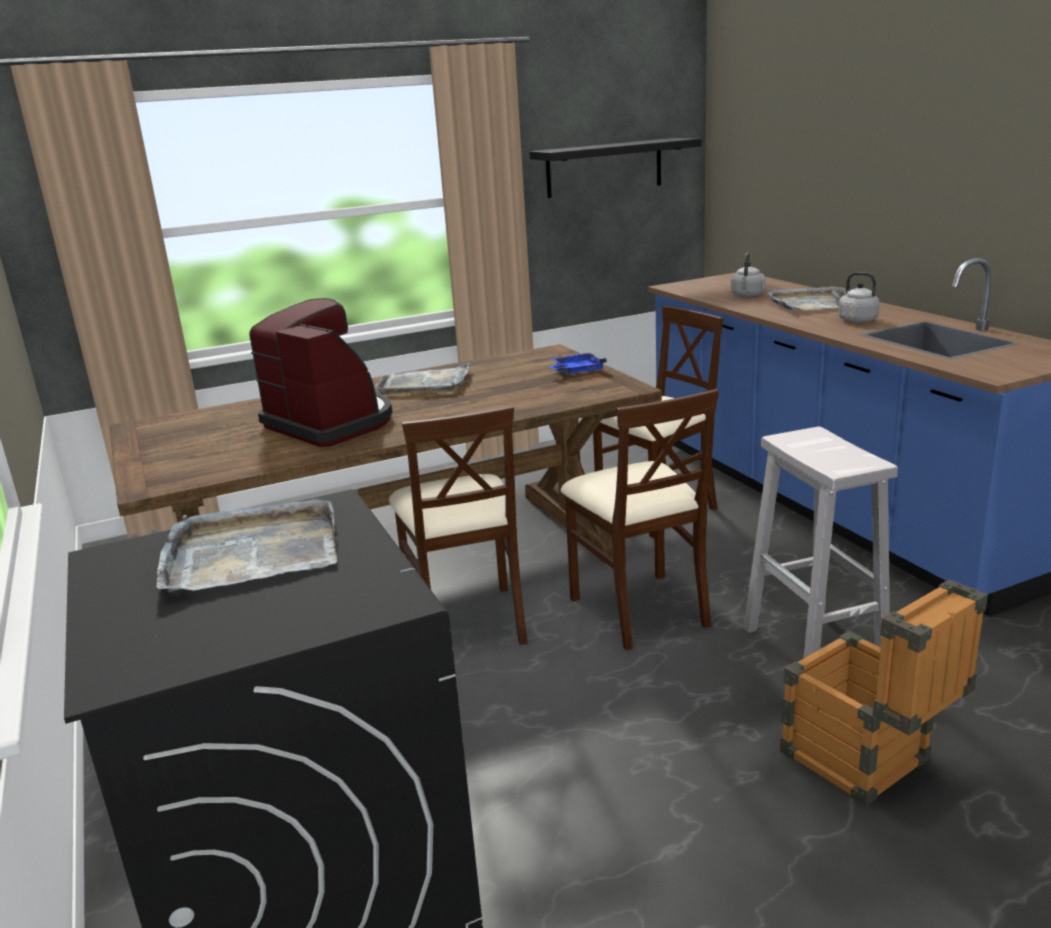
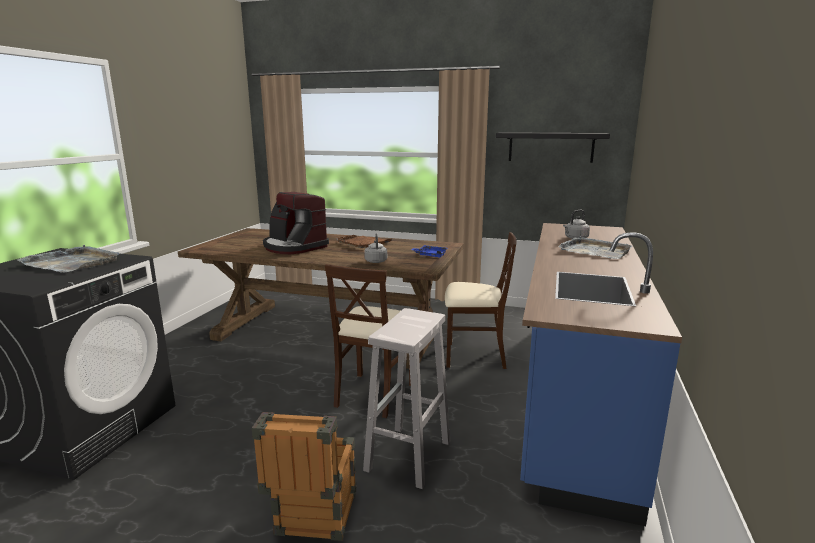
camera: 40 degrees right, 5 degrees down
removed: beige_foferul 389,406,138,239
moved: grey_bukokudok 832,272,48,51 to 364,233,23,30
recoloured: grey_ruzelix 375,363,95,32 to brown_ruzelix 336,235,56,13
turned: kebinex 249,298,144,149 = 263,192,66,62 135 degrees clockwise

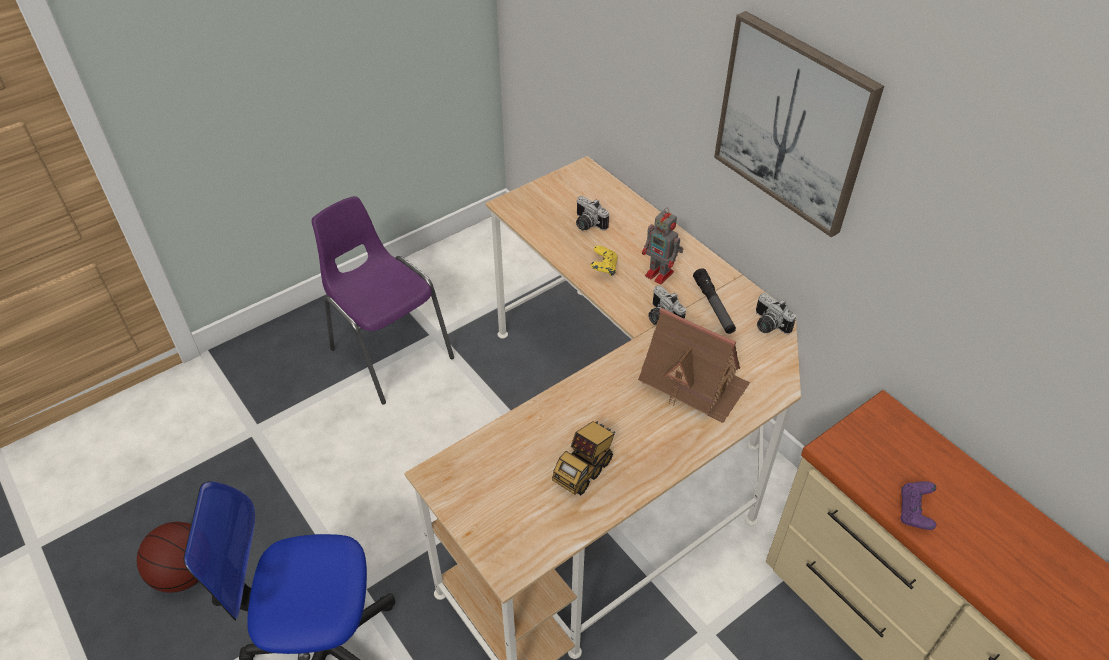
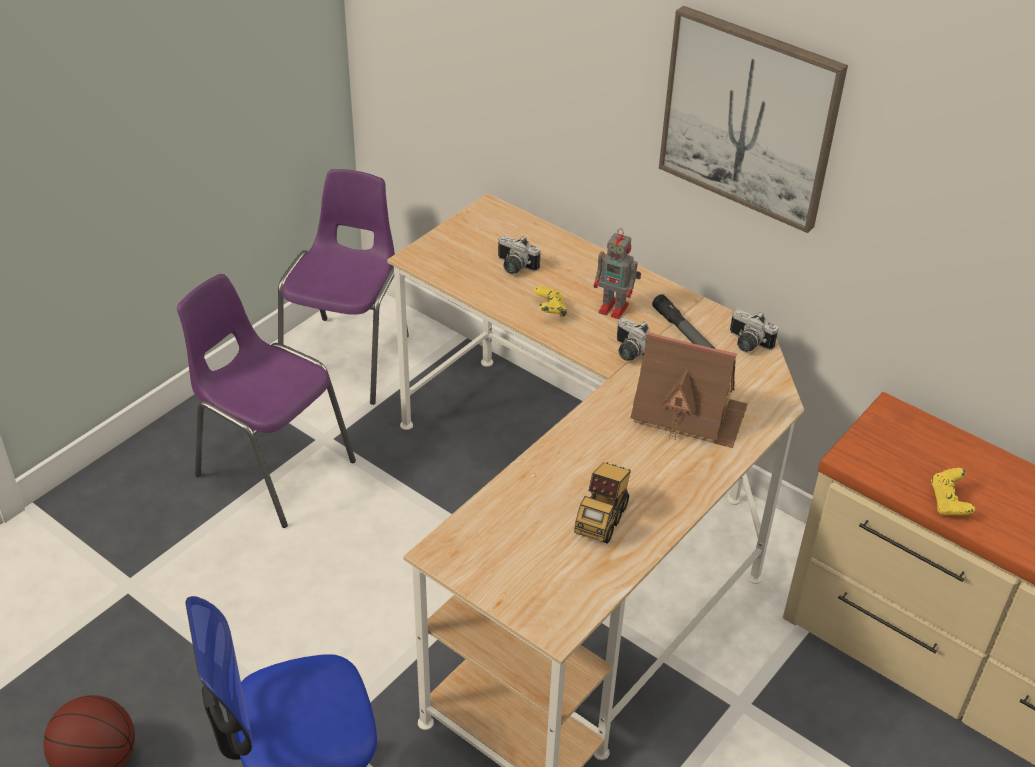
camera: 15 degrees left, 5 degrees down
added: purple_foferul 278,169,131,236
recoloured: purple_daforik 900,481,36,49 to yellow_daforik 931,468,44,47

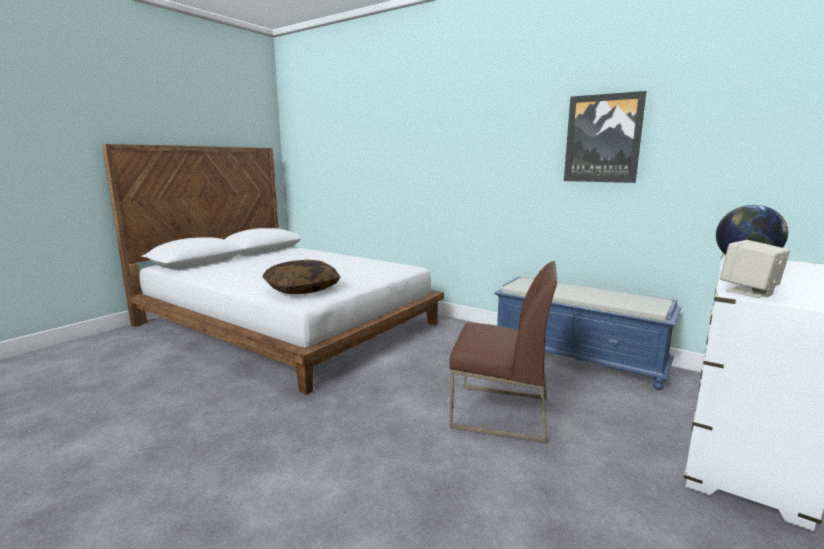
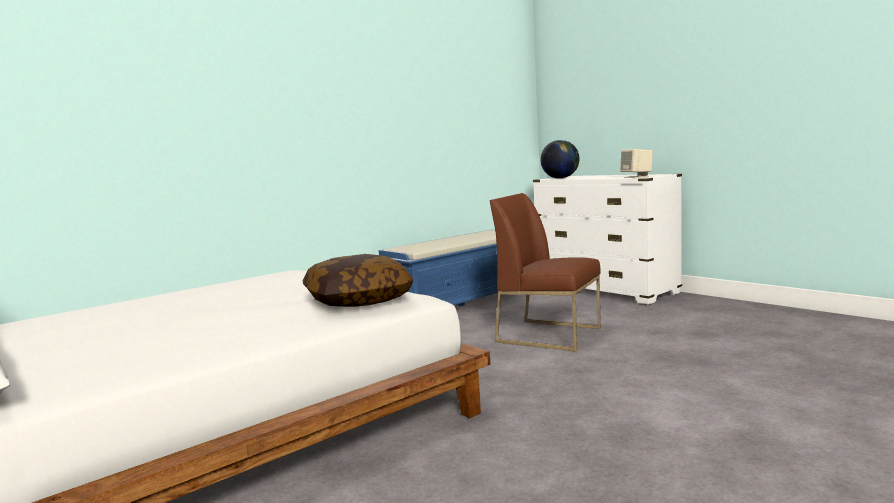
camera: 75 degrees left, 5 degrees down
removed: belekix 564,91,82,92
turned: brown_foferul 449,261,108,182 = 490,193,111,158 90 degrees counterclockwise

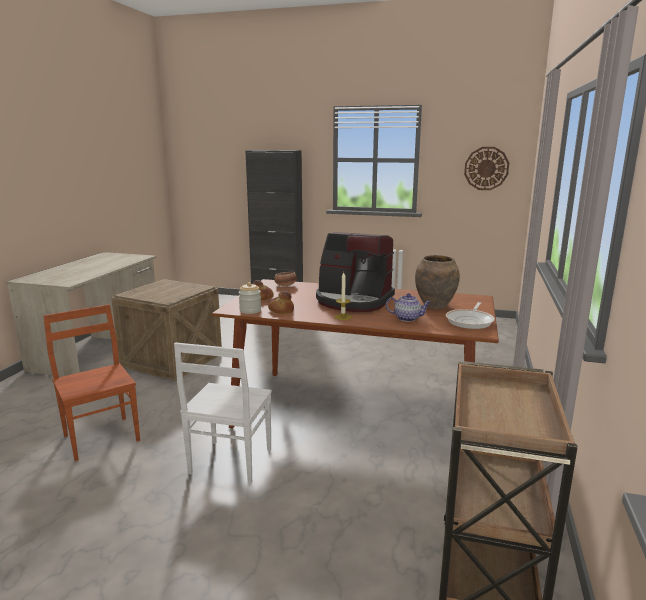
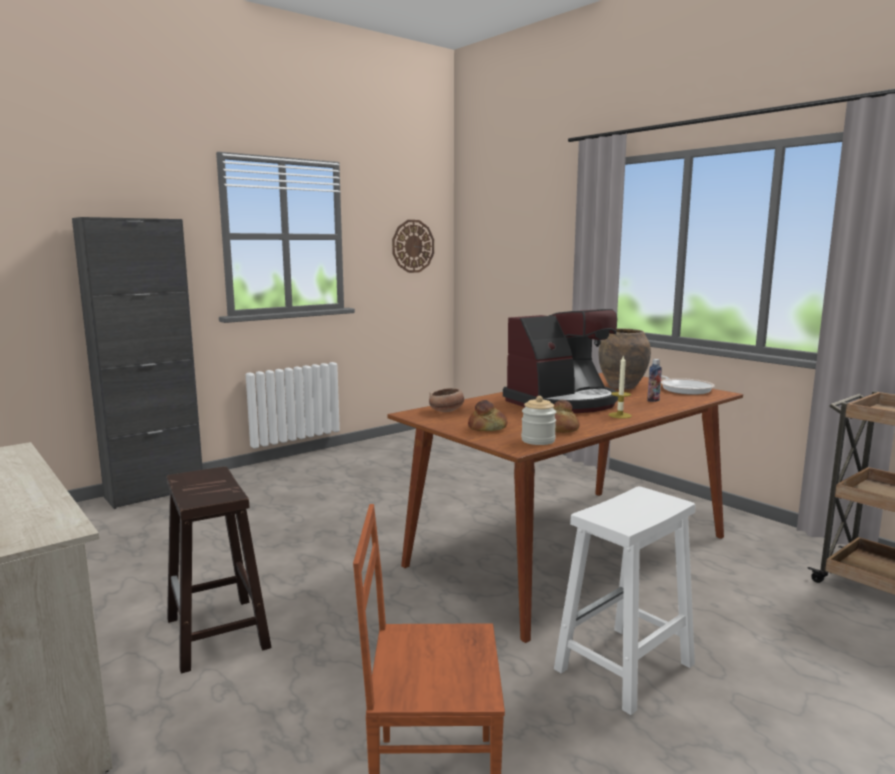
camera: 55 degrees left, 5 degrees down
replaced: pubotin 111,279,111,102 to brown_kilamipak 167,466,104,208; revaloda 386,293,45,29 to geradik 647,359,15,43; white_foferul 174,342,98,142 to white_kilamipak 554,486,141,229

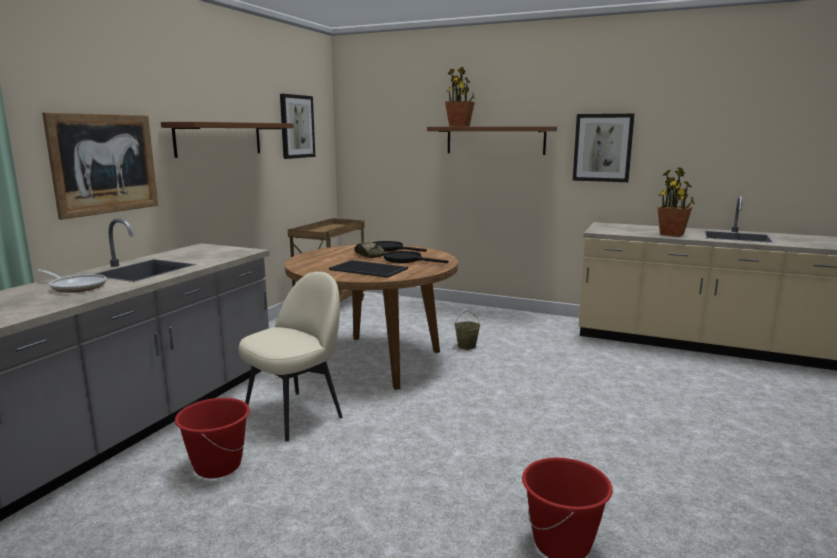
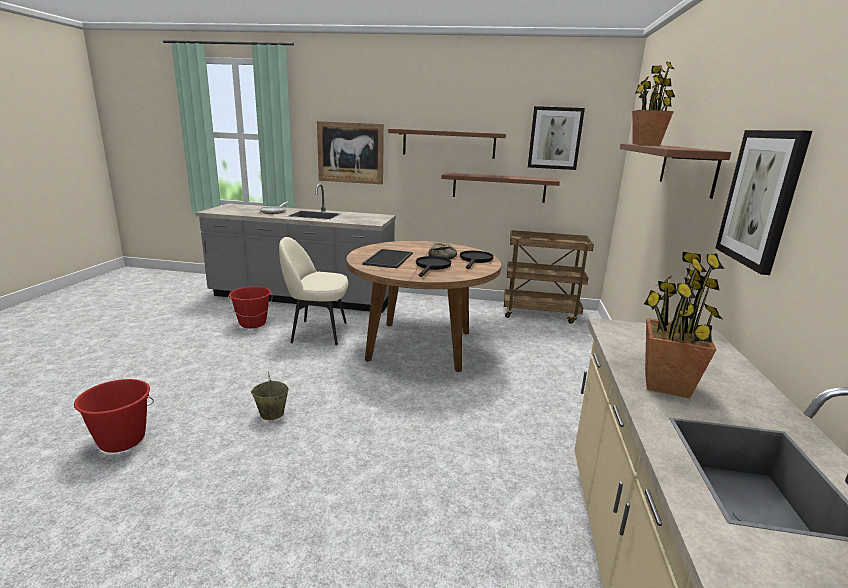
camera: 75 degrees right, 5 degrees up
added: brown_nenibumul 441,172,119,31
moved: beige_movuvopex 455,311,25,39 to 251,372,38,48
turned: beige_foferul 238,271,105,170 = 279,237,70,108 150 degrees clockwise

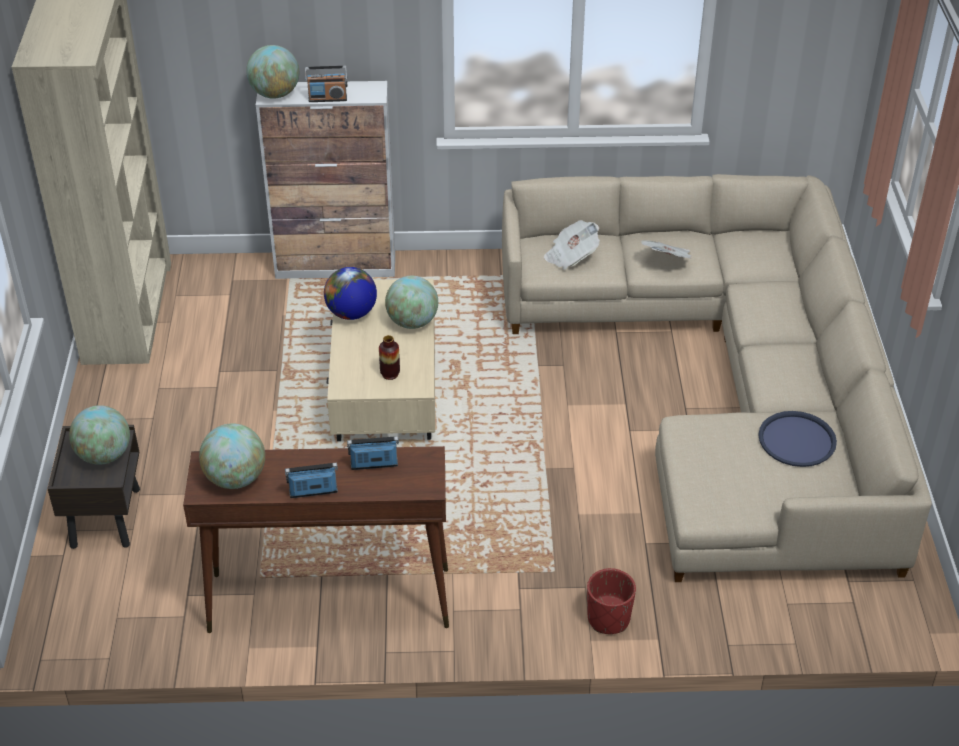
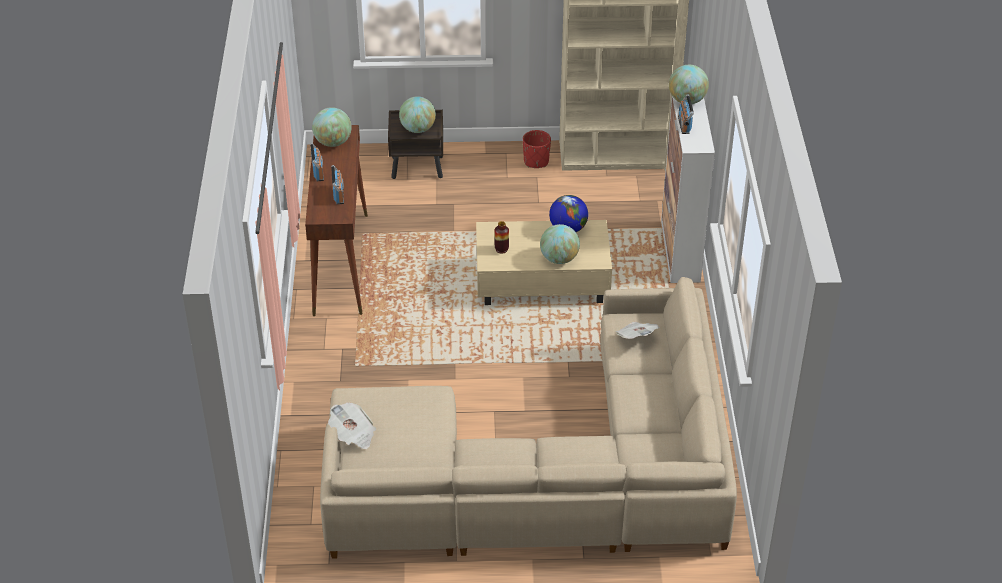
camera: 90 degrees right, 0 degrees up
removed: blue_ruzelix 758,411,79,56
moved: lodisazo 641,240,51,19 to 328,403,48,46; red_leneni 587,568,49,66 to 523,130,28,38

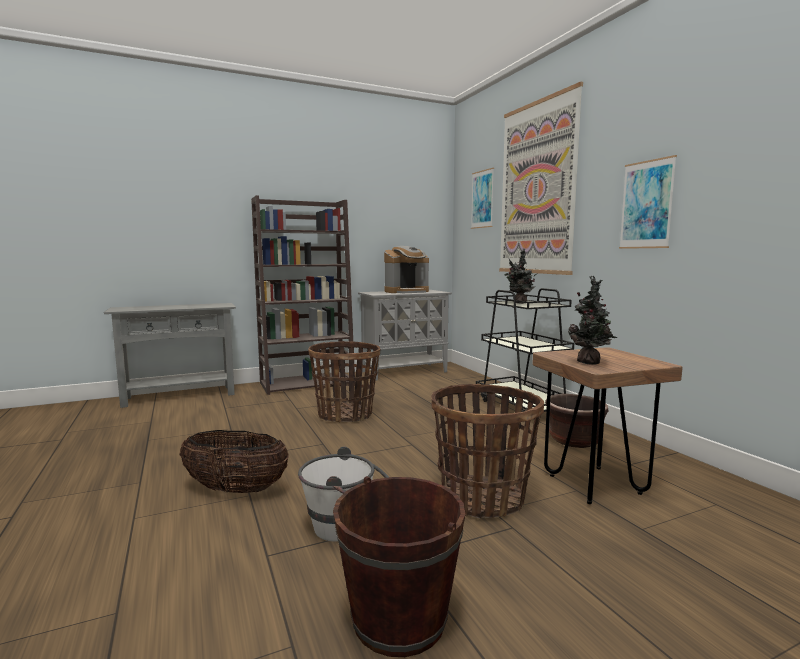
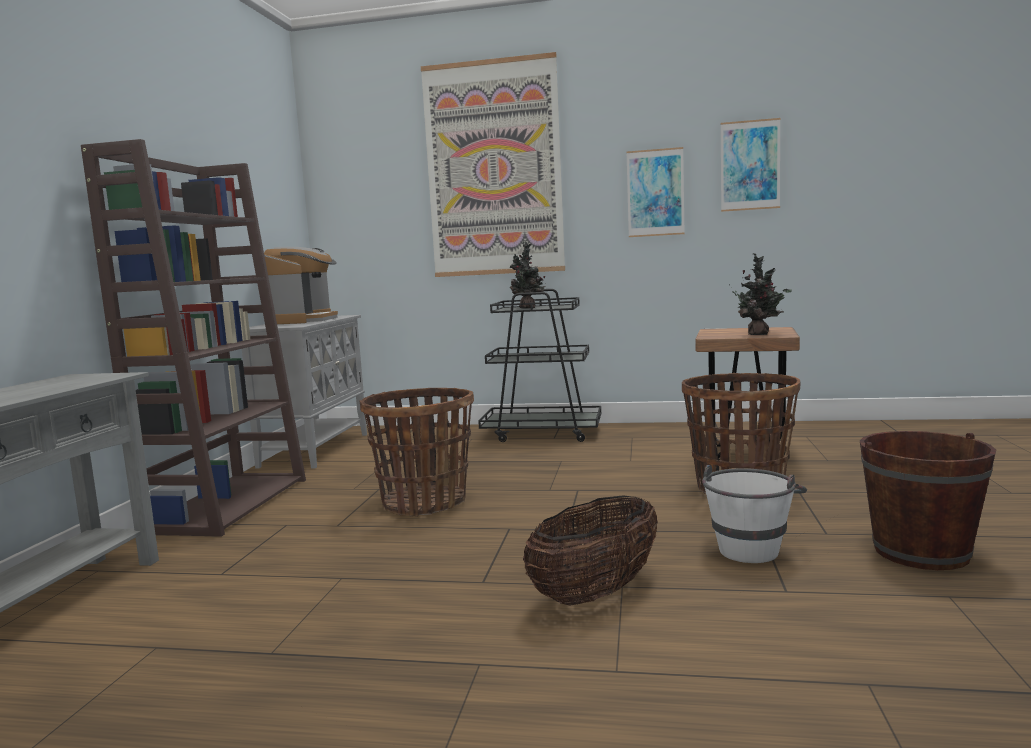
camera: 55 degrees left, 0 degrees up
removed: brown_leneni 545,394,64,54
moved: belekix 471,168,23,61 to 720,118,61,94

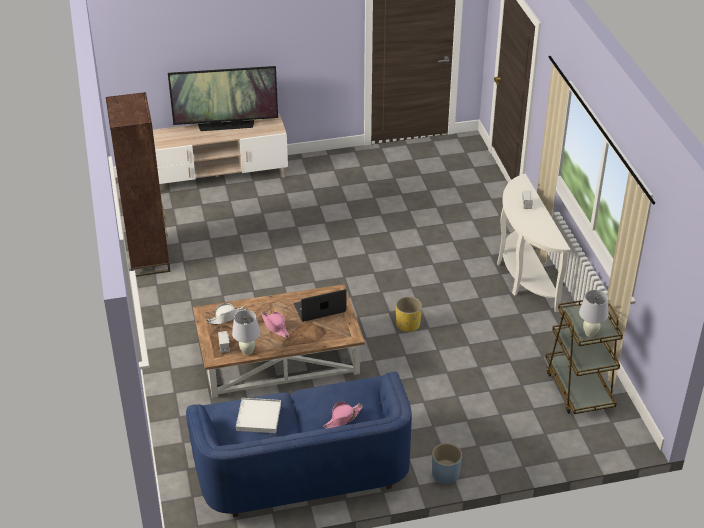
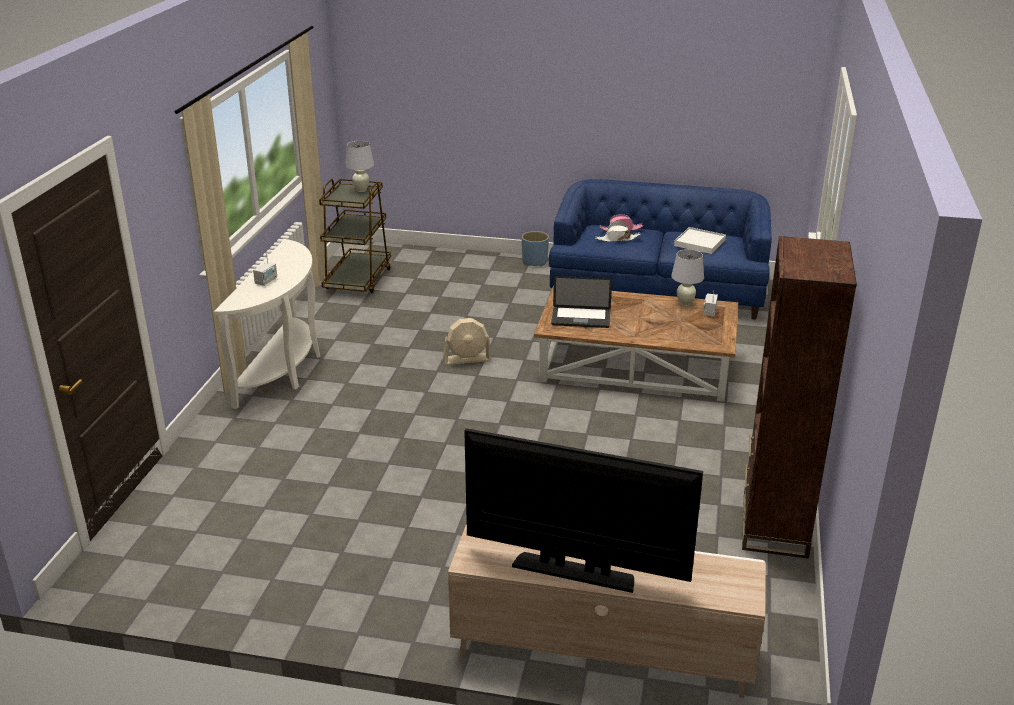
camera: 155 degrees left, 10 degrees down
removed: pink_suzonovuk 261,311,28,27
moved: white_suzonovuk 206,303,40,21 to 595,221,46,21
replaced: yellow_leneni 396,296,26,37 to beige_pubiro 443,318,48,47

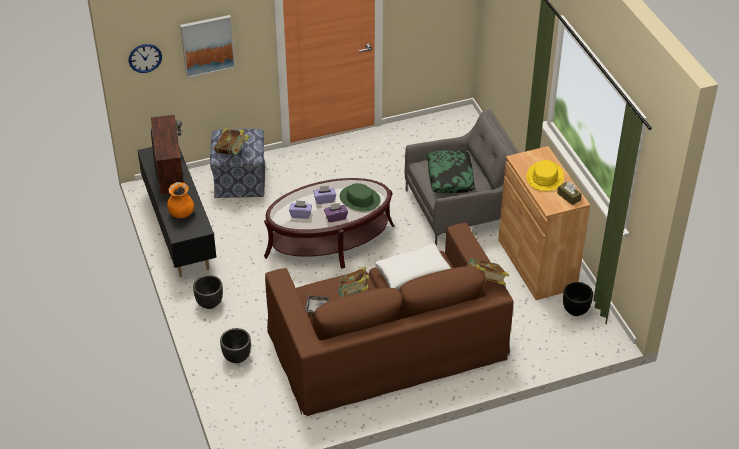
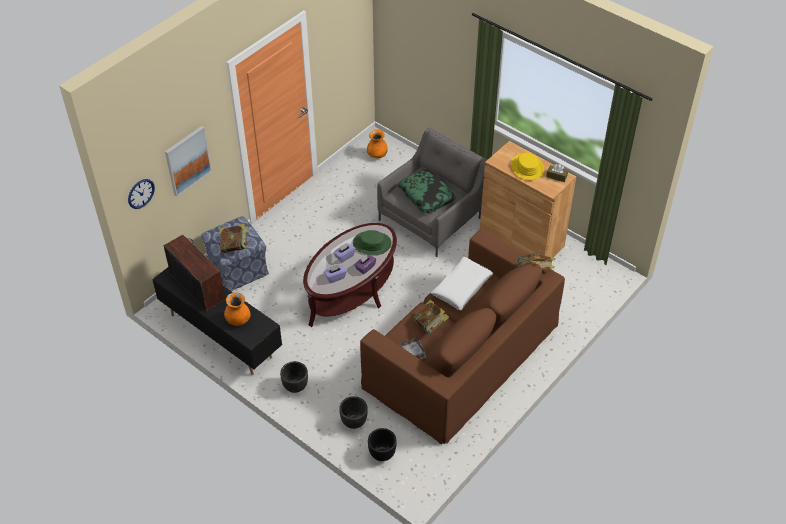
camera: 30 degrees left, 5 degrees up
added: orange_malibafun 367,130,21,28
moved: black_leneni 563,282,30,34 to 368,428,29,33

